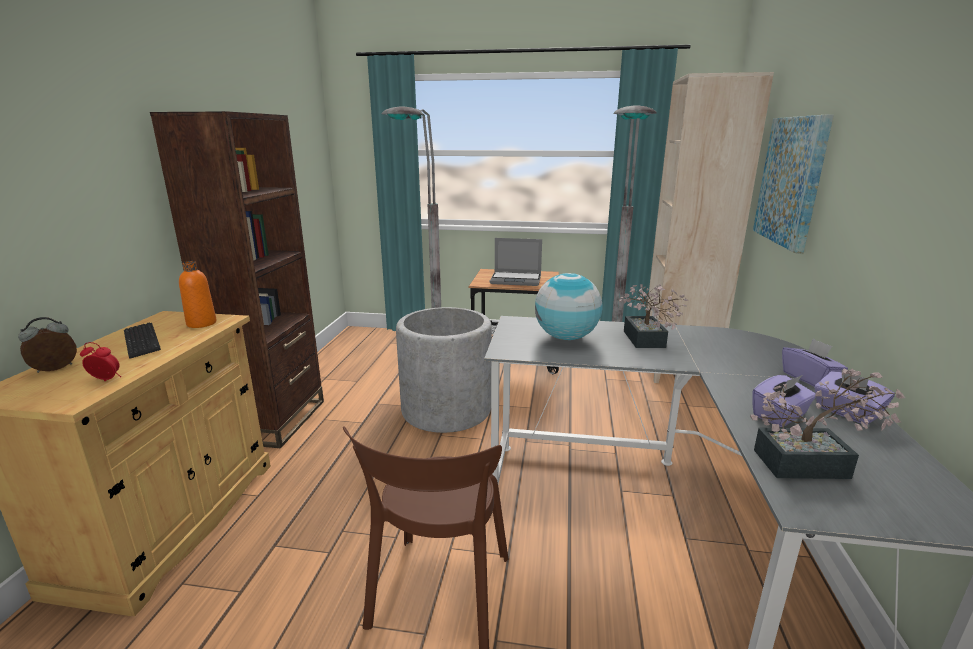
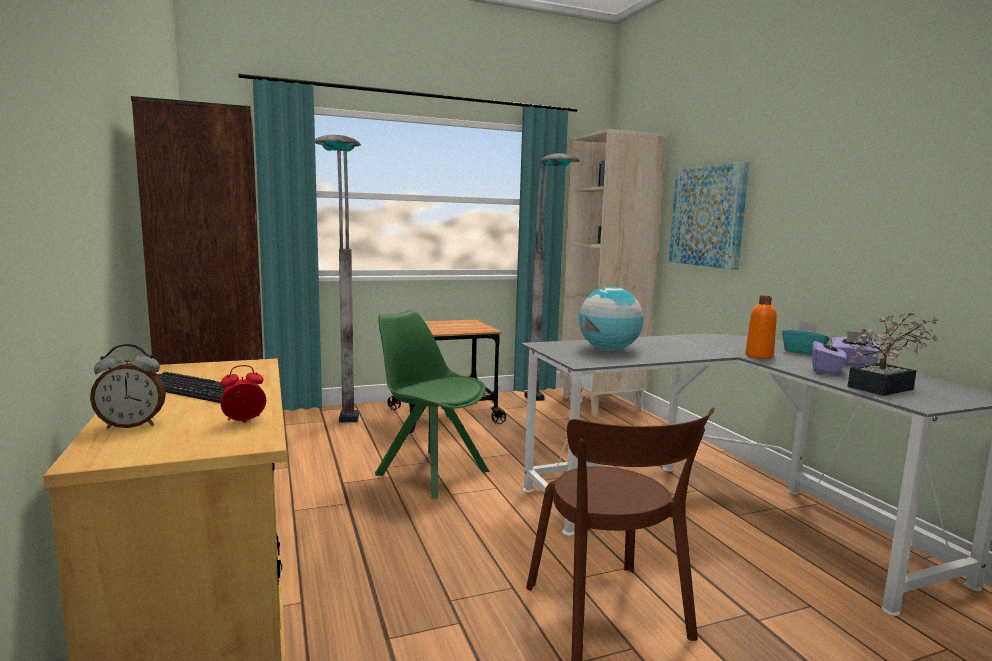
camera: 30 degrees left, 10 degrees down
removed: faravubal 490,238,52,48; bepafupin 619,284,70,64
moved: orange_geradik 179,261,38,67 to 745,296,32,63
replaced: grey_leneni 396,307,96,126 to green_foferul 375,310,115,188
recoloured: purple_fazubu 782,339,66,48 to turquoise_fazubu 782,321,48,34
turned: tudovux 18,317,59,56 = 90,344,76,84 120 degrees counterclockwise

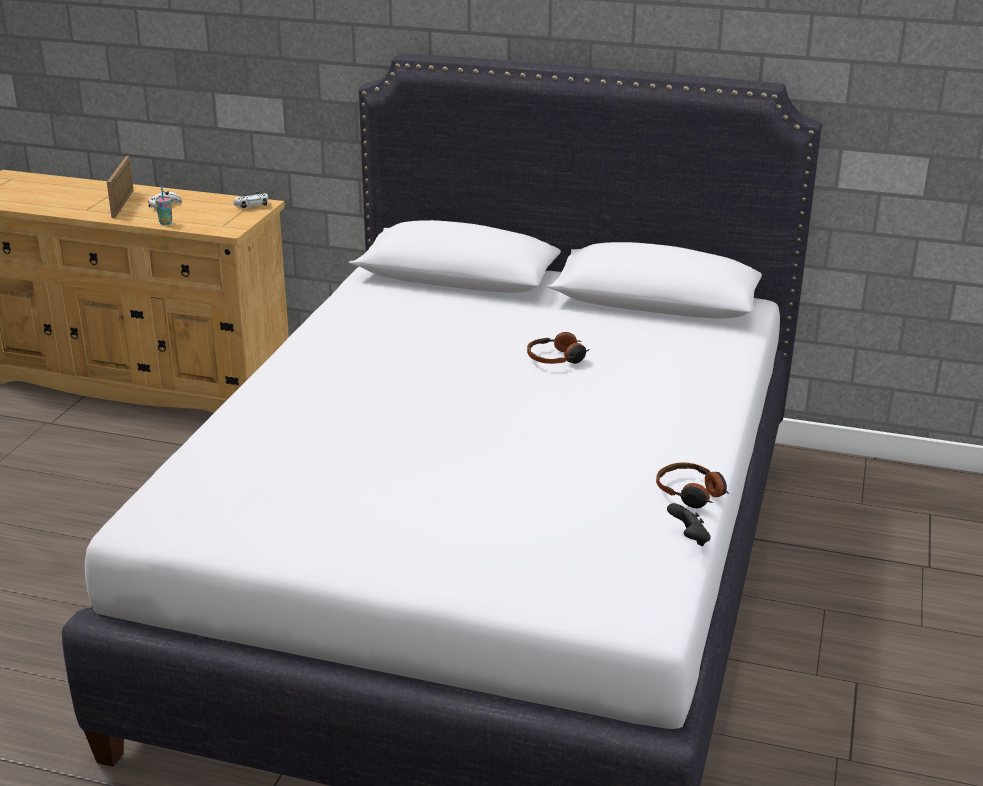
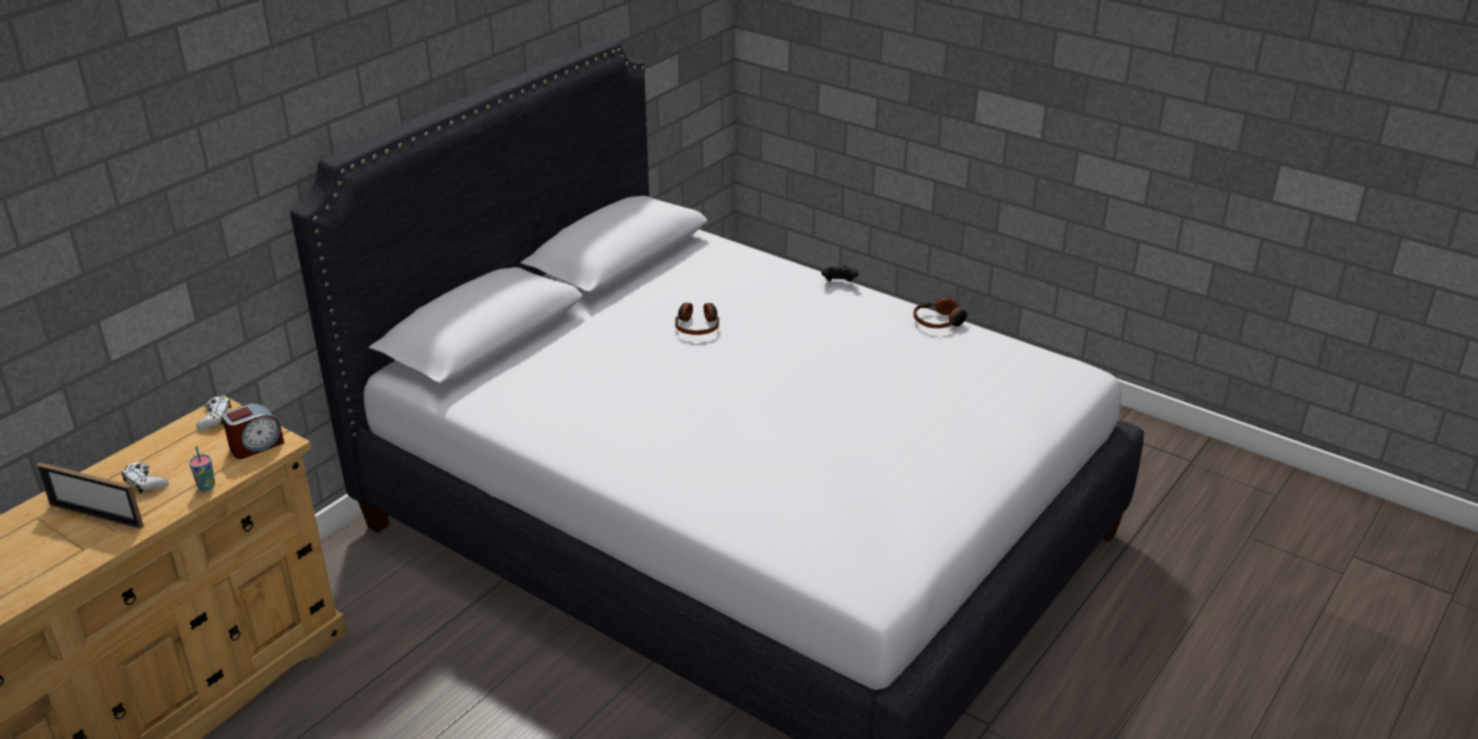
camera: 70 degrees left, 5 degrees up
added: tudovux 222,404,62,55
moved: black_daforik 667,503,43,43 to 821,265,37,17

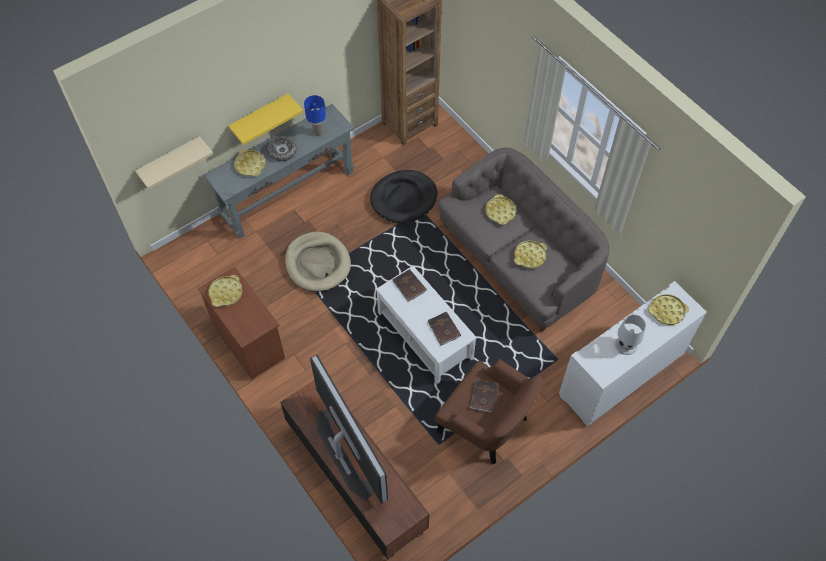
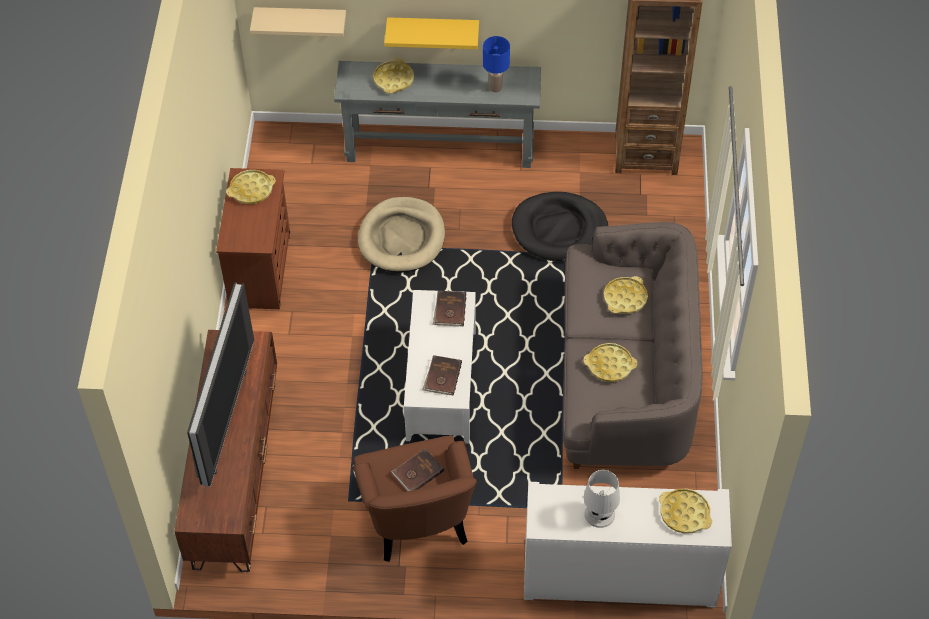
camera: 40 degrees right, 5 degrees down
removed: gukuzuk 268,136,29,25

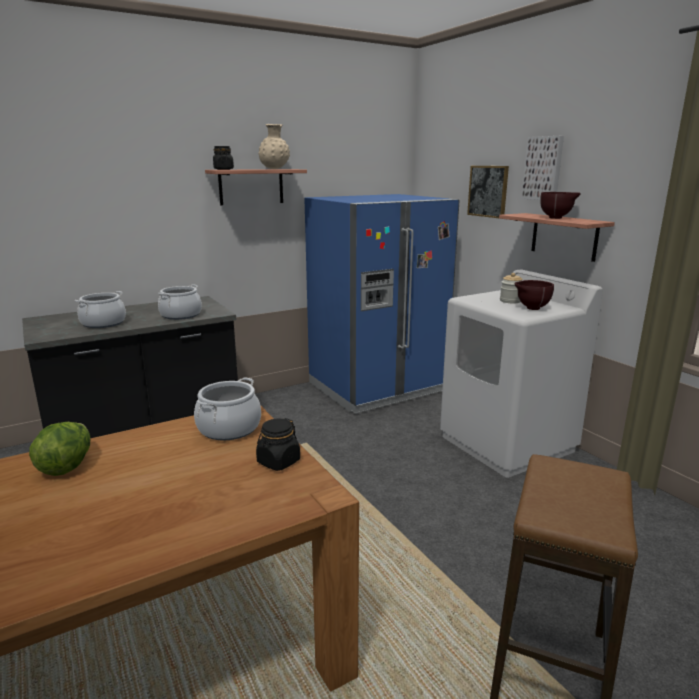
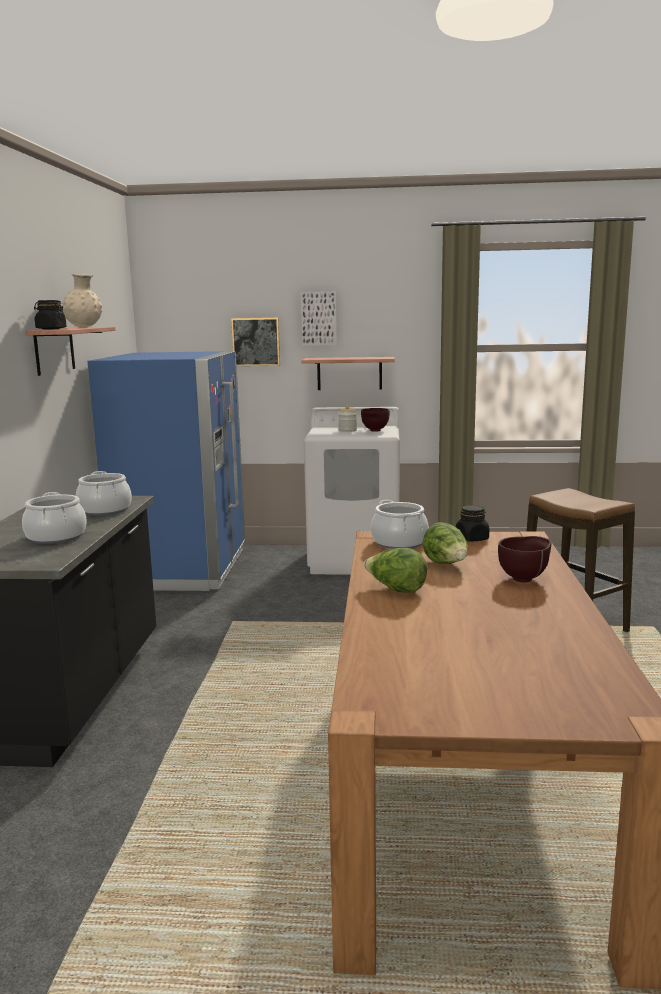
camera: 55 degrees left, 5 degrees down
added: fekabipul 423,522,45,42
moved: brown_gukuzuk 540,192,41,27 to 498,536,53,46

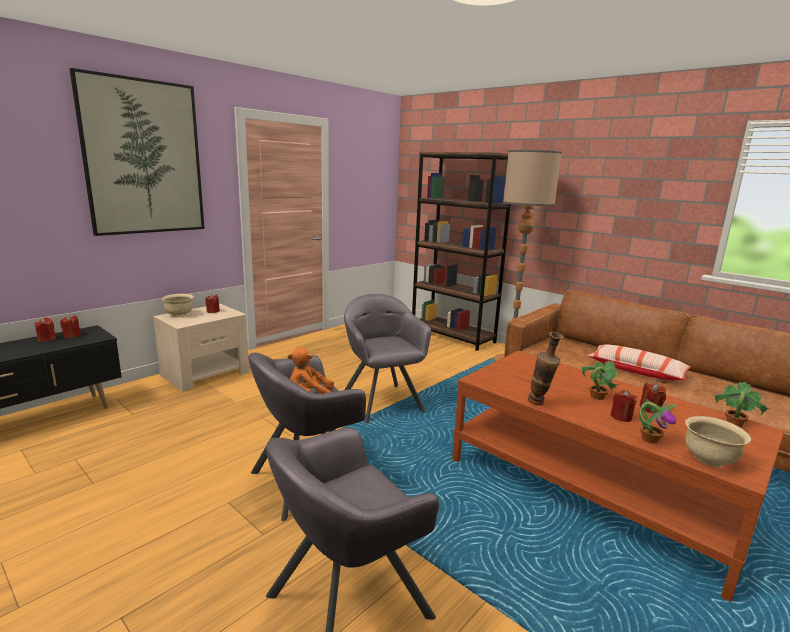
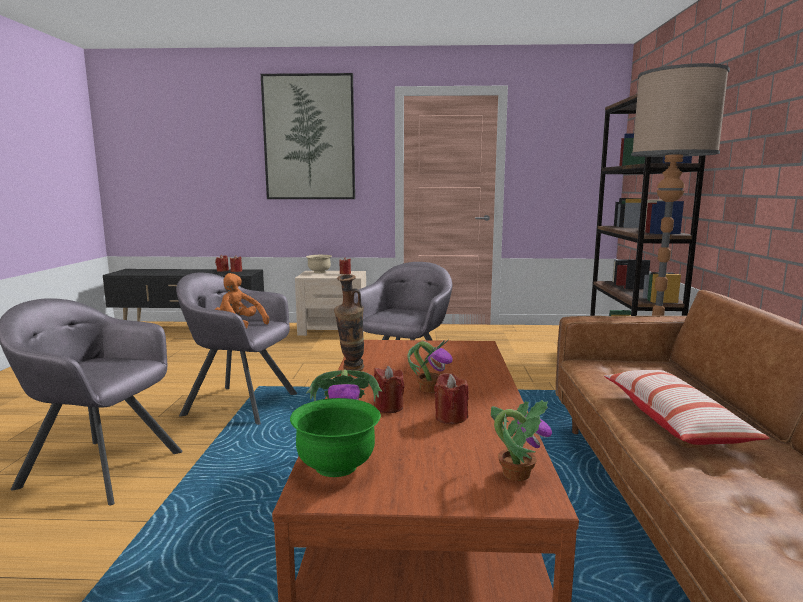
camera: 50 degrees right, 5 degrees down
recoloured: beige_gukuzuk 685,416,66,51 to green_gukuzuk 290,398,91,79

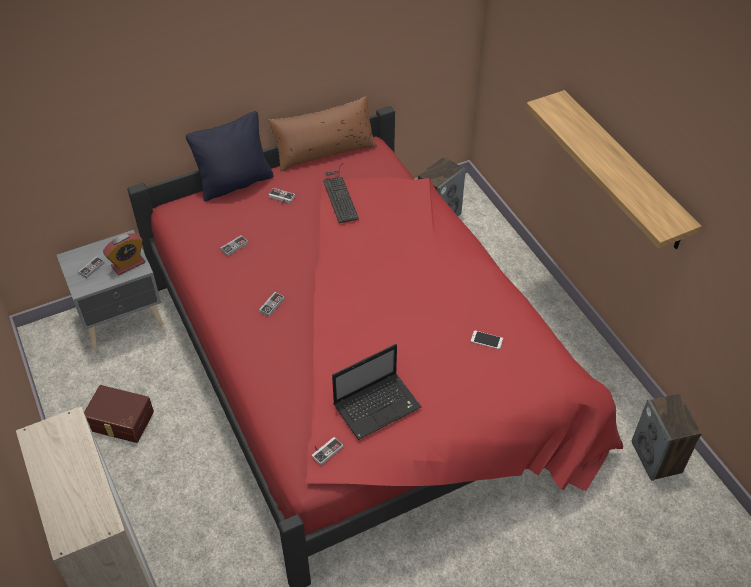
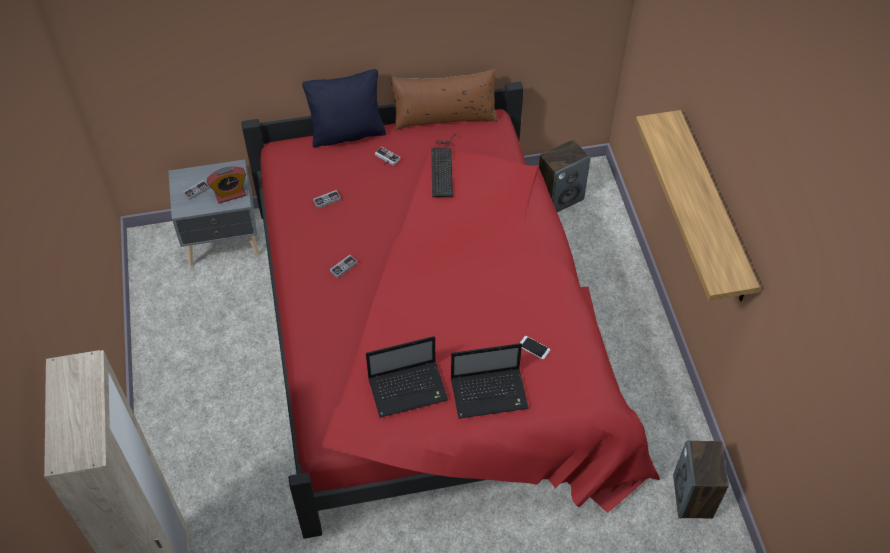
camera: 15 degrees right, 5 degrees up
removed: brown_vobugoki 84,385,70,58; daforik 311,437,32,29
added: faravubal 451,343,78,76

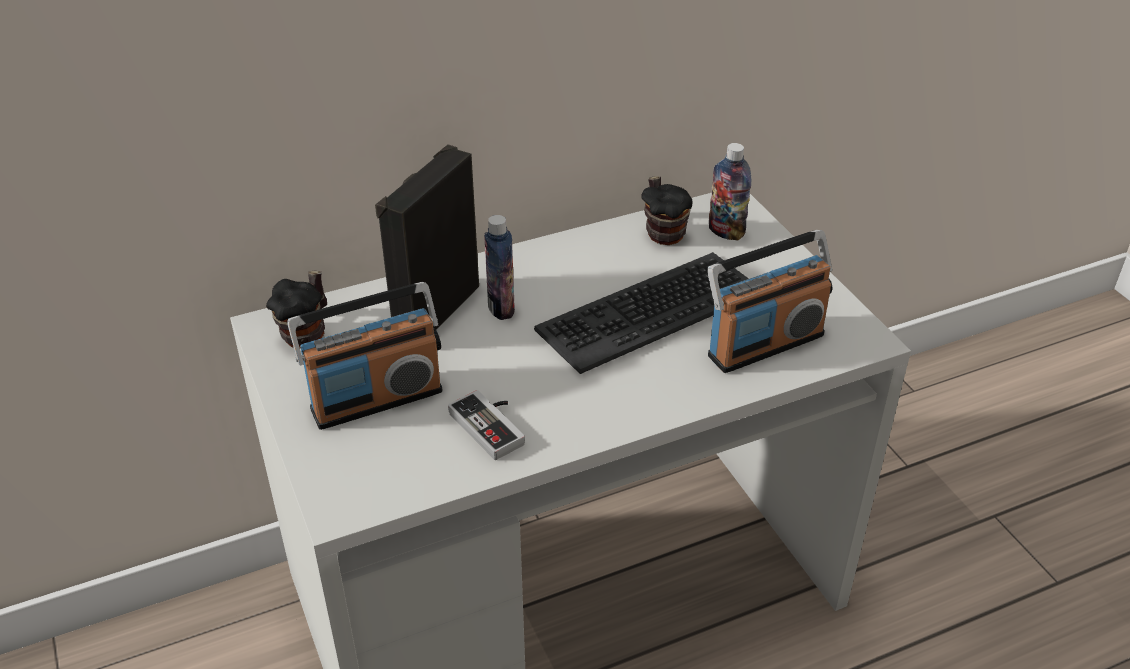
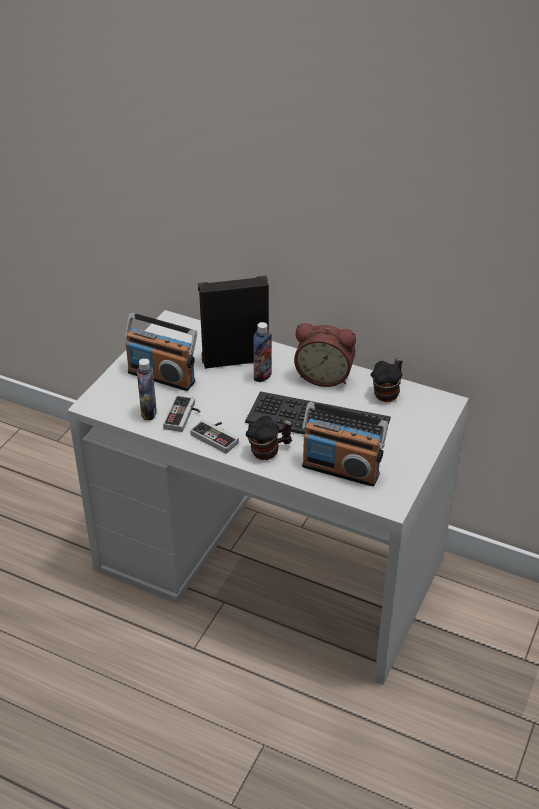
camera: 50 degrees right, 0 degrees up
added: tudovux 294,323,62,64; daforik 190,420,49,34
moved: geradik 709,143,42,98 to 137,358,20,62; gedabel 266,271,61,78 to 246,416,46,44

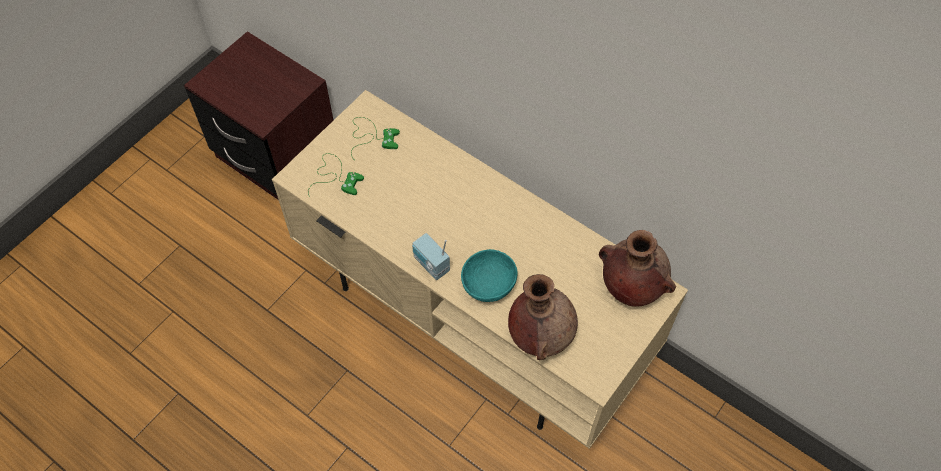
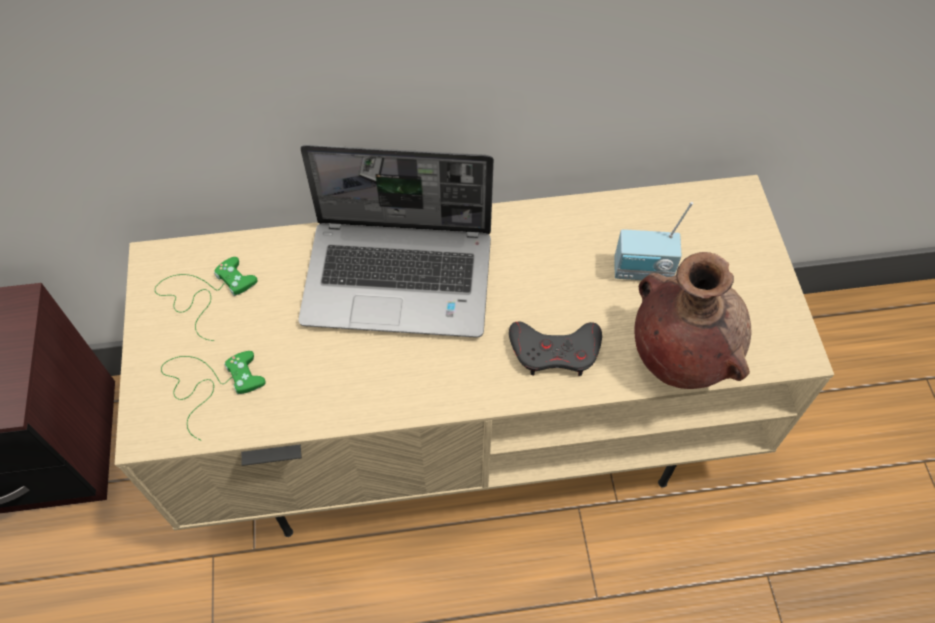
camera: 45 degrees left, 0 degrees up
removed: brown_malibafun 599,230,77,76
added: faravubal 298,145,196,193
moved: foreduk 412,233,38,47 to 614,202,79,78
replaced: turquoise_gukuzuk 461,249,56,53 to grey_daforik 509,321,93,55

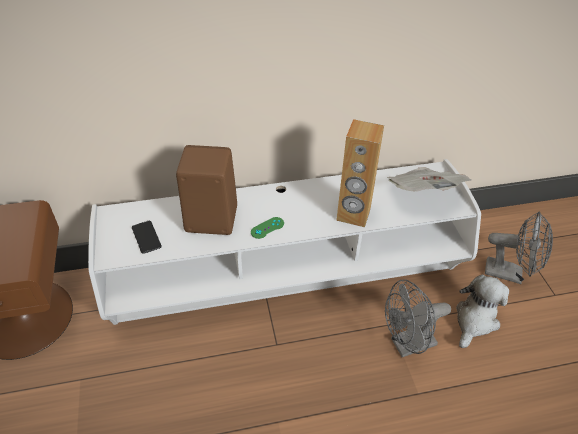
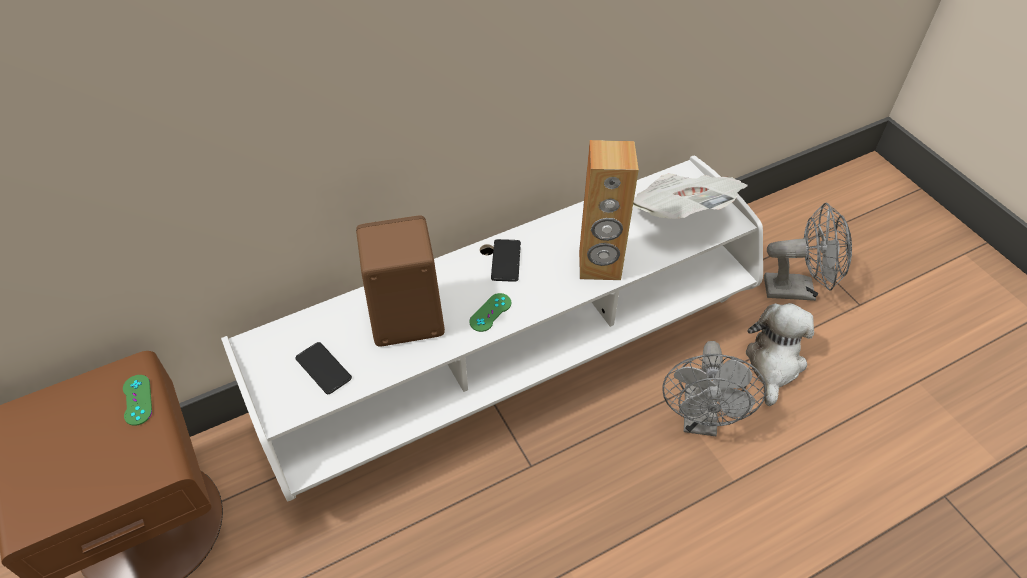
camera: 15 degrees left, 5 degrees up
added: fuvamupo 491,239,30,43; green_daforik 123,375,29,51
turned: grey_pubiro 385,279,66,78 = 662,341,105,95 45 degrees counterclockwise

